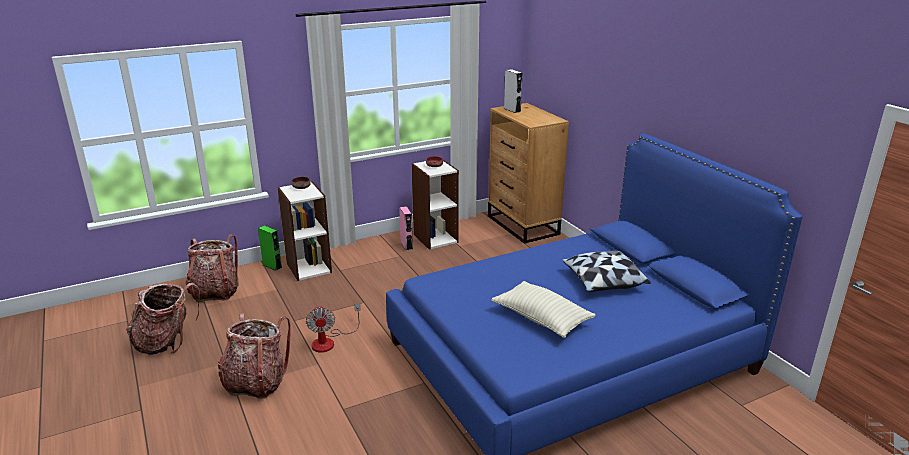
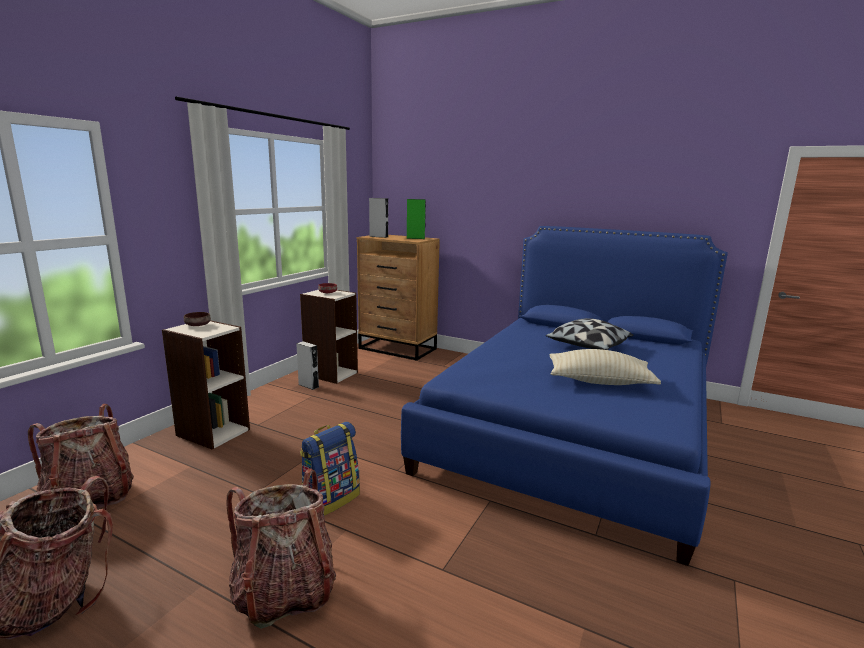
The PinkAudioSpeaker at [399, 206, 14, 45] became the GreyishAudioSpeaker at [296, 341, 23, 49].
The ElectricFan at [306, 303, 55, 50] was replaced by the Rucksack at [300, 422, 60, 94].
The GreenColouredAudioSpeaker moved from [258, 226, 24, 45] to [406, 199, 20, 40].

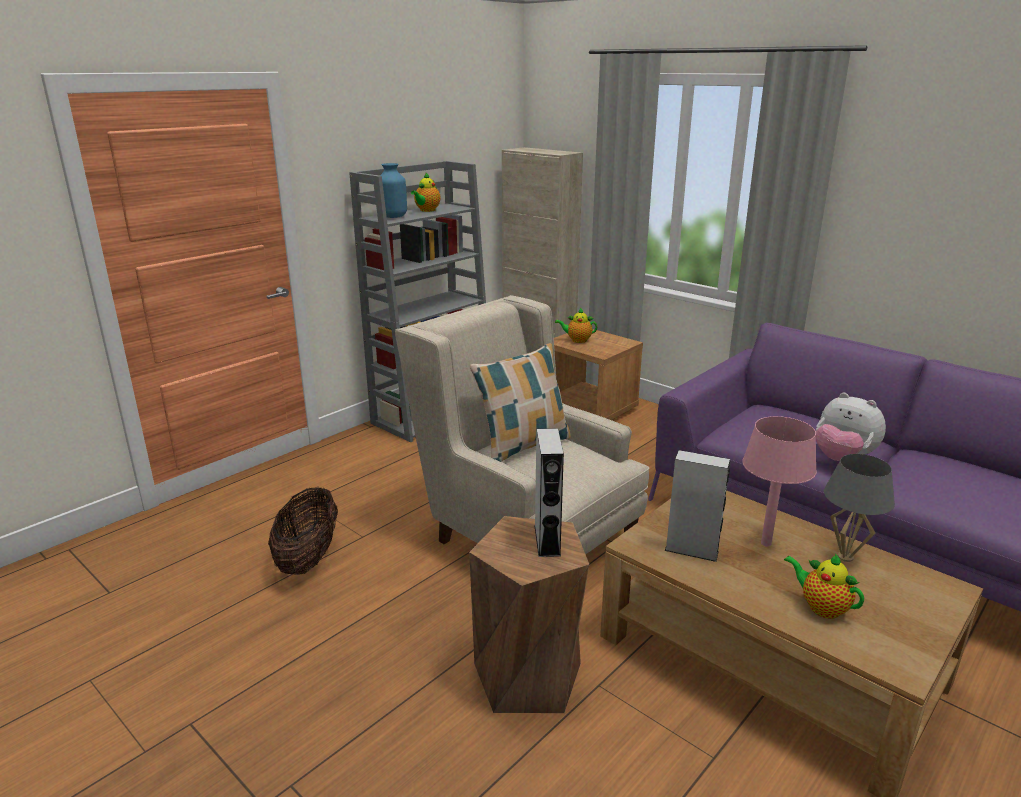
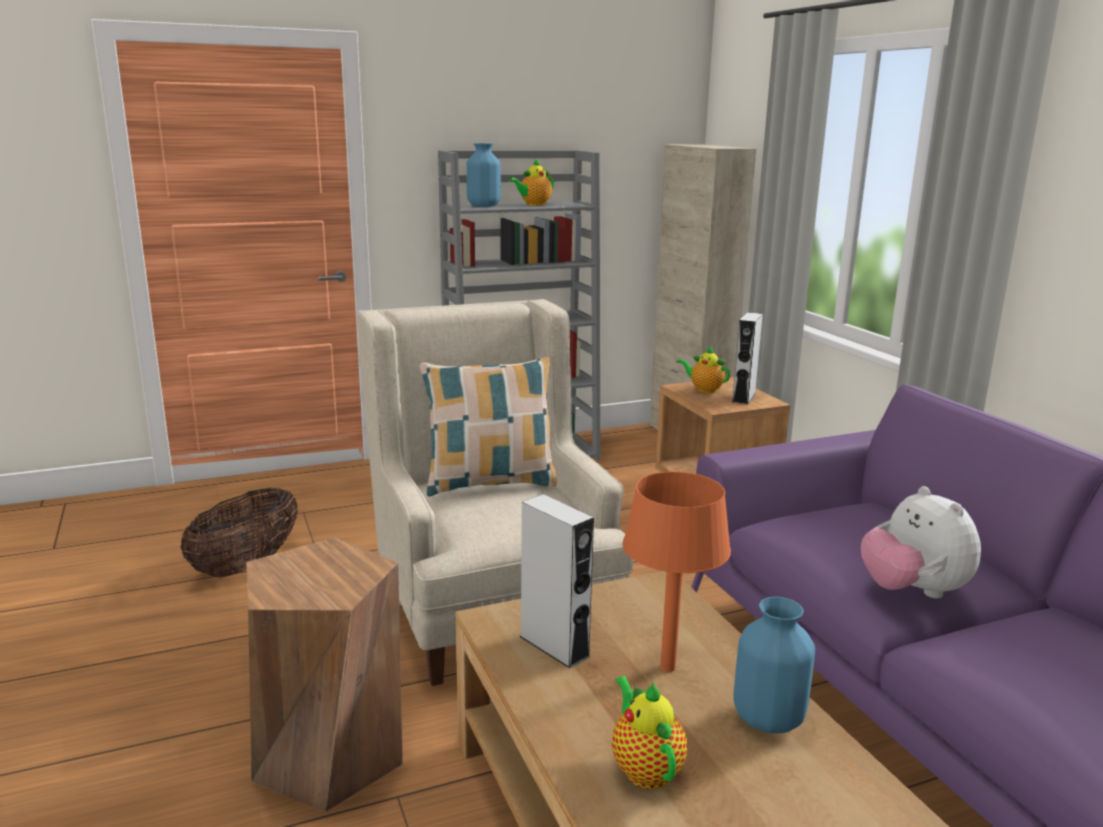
The PinkTableLamp at [742, 416, 75, 131] became the OrangeyTableLamp at [623, 472, 108, 200].
The GreyishAudioSpeaker moved from [534, 428, 30, 129] to [732, 312, 31, 92].
The GreyishTableLamp at [824, 454, 71, 108] was replaced by the BlueFlowerVase at [733, 597, 82, 136].

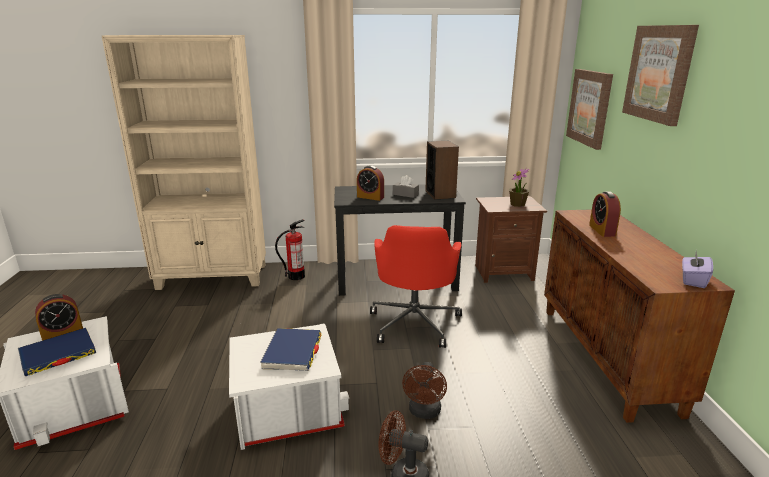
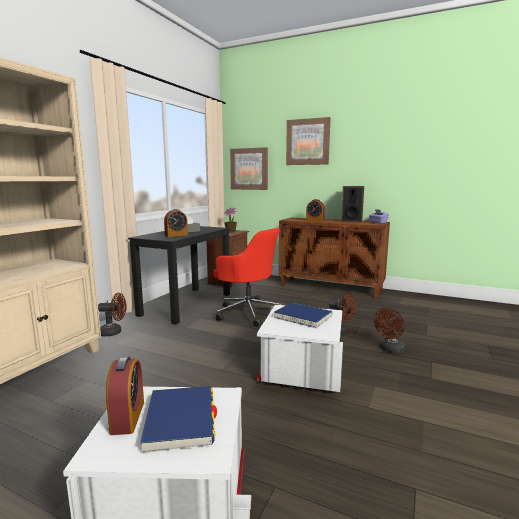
The FireFightingCylinder at [275, 219, 30, 61] was replaced by the BrownColouredElectricFan at [98, 293, 29, 43].
The AudioSpeaker moved from [425, 141, 34, 59] to [341, 186, 23, 36].

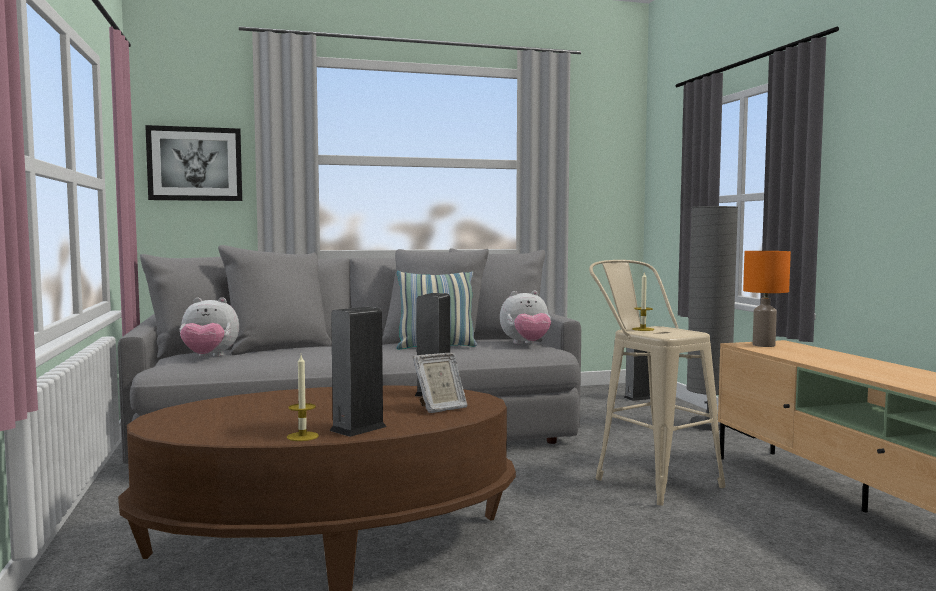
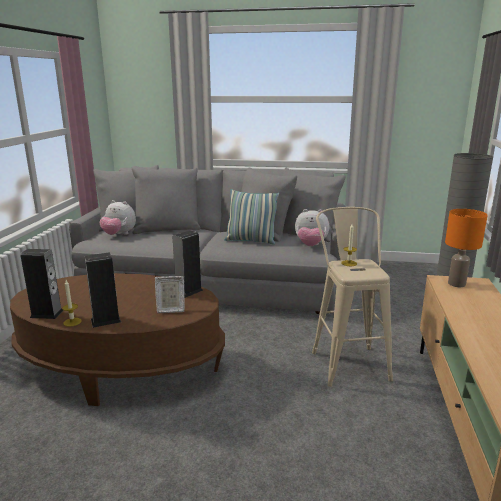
The AudioSpeaker moved from [624, 348, 26, 53] to [20, 249, 44, 70].
The WallArt at [145, 125, 97, 76] disappeared.

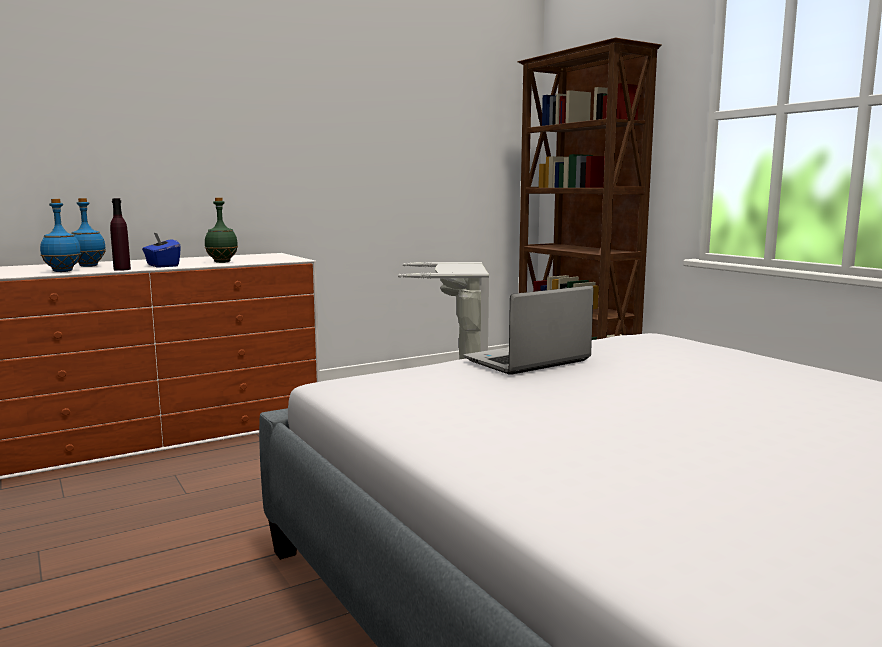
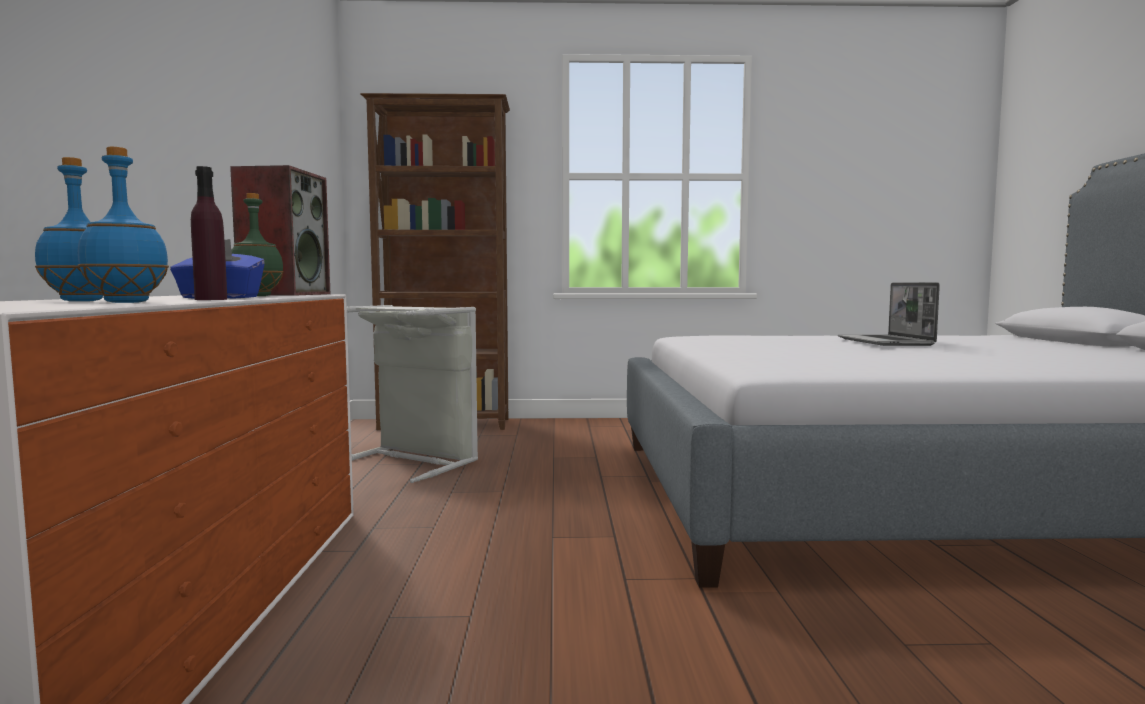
The AudioSpeaker at [230, 165, 100, 131] appeared.
The NotebookComputer moved from [463, 286, 131, 89] to [838, 283, 102, 63].

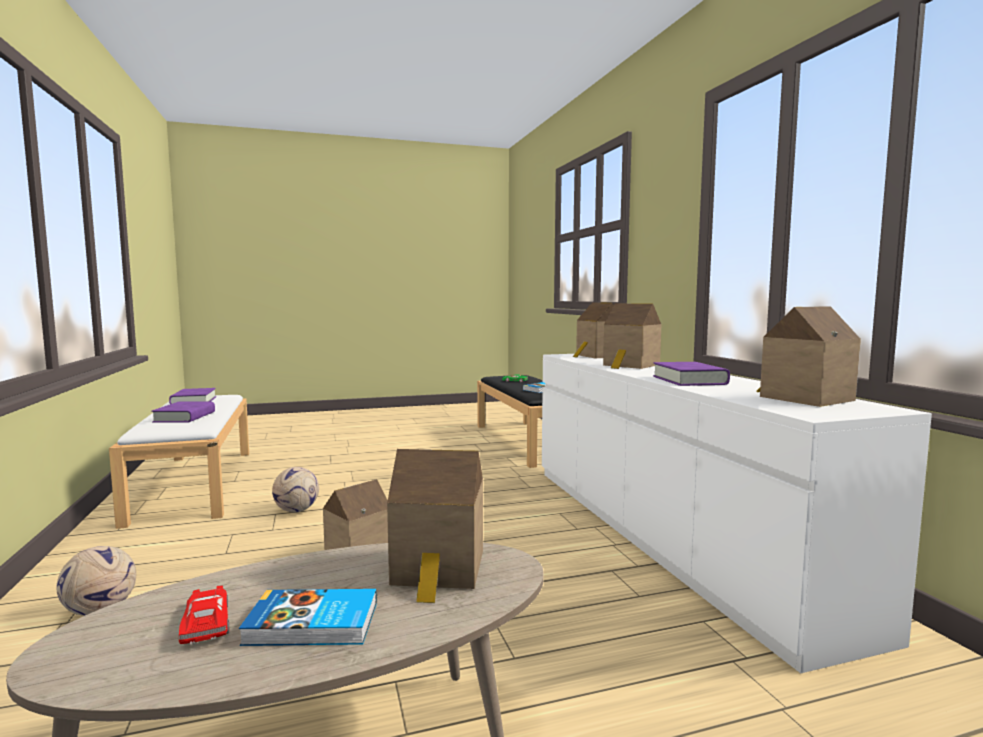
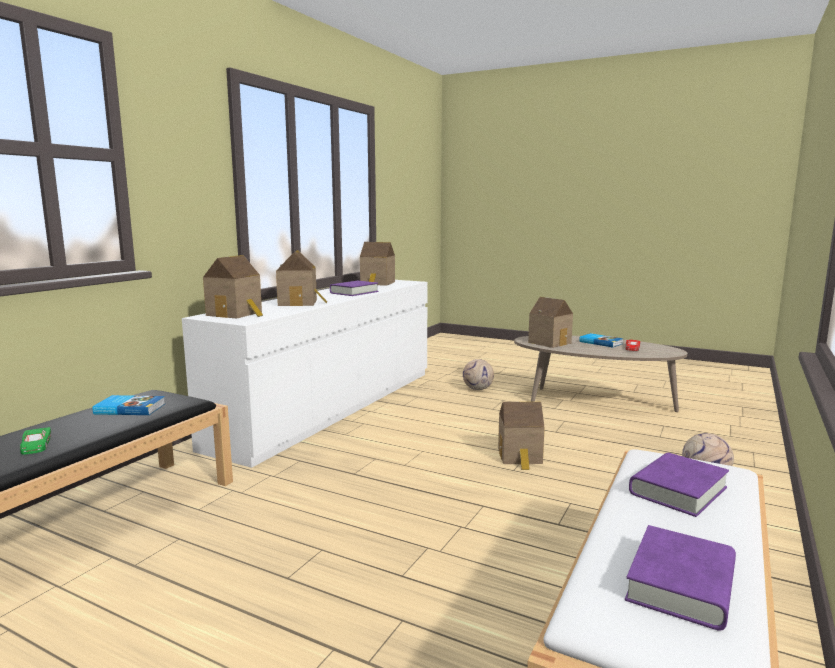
The Football moved from [272, 467, 47, 45] to [463, 359, 31, 31].

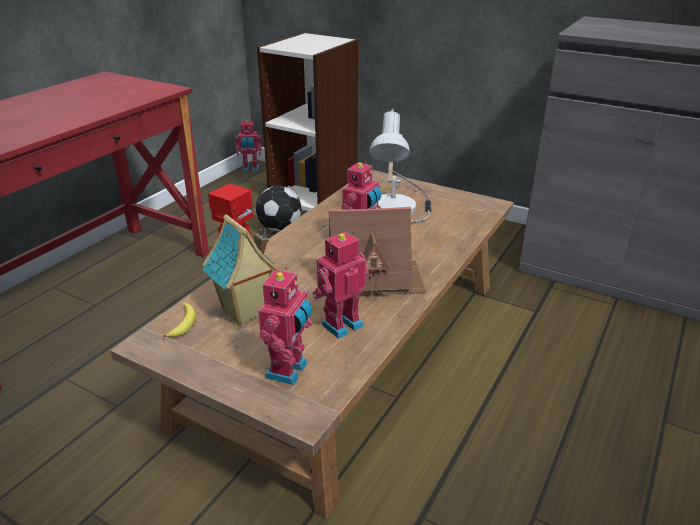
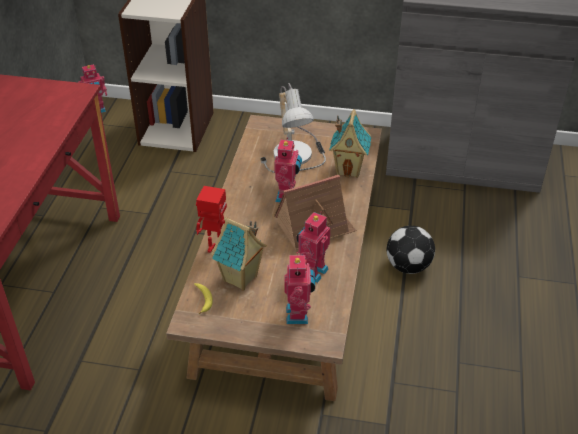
The MiniatureHouse at [329, 109, 42, 69] appeared.
The Football moved from [256, 186, 45, 45] to [386, 226, 49, 48].

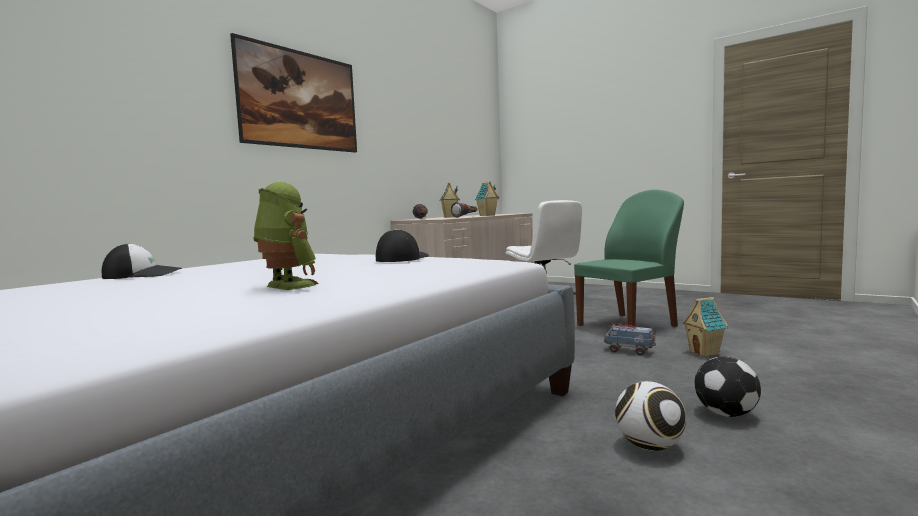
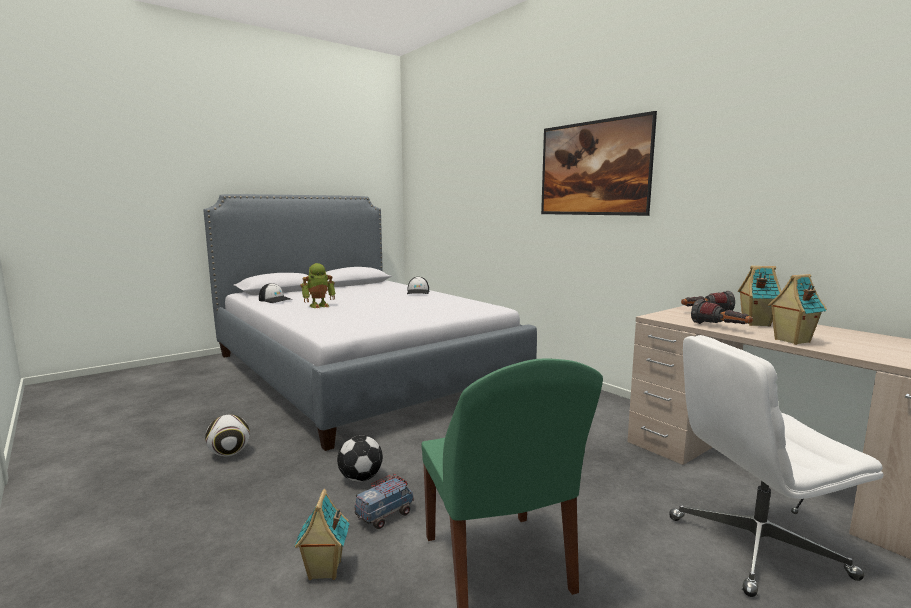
The PeakedCap moved from [376, 229, 53, 33] to [259, 283, 33, 20].
The Football moved from [694, 356, 67, 61] to [337, 435, 46, 47].

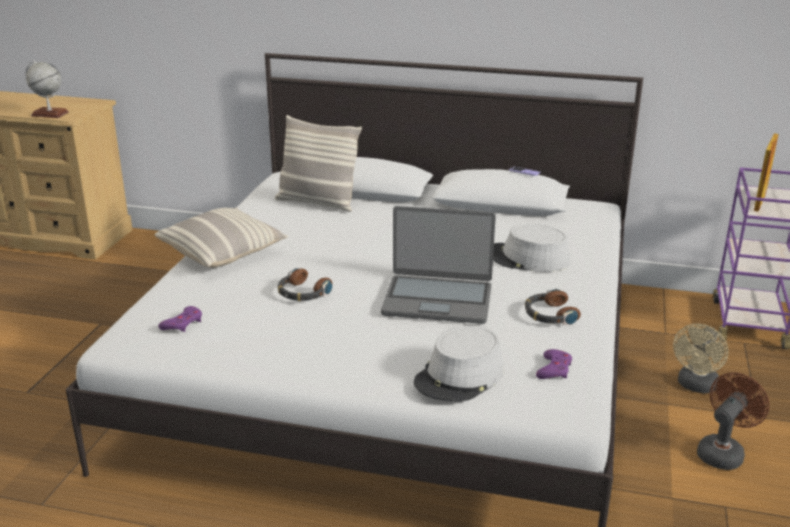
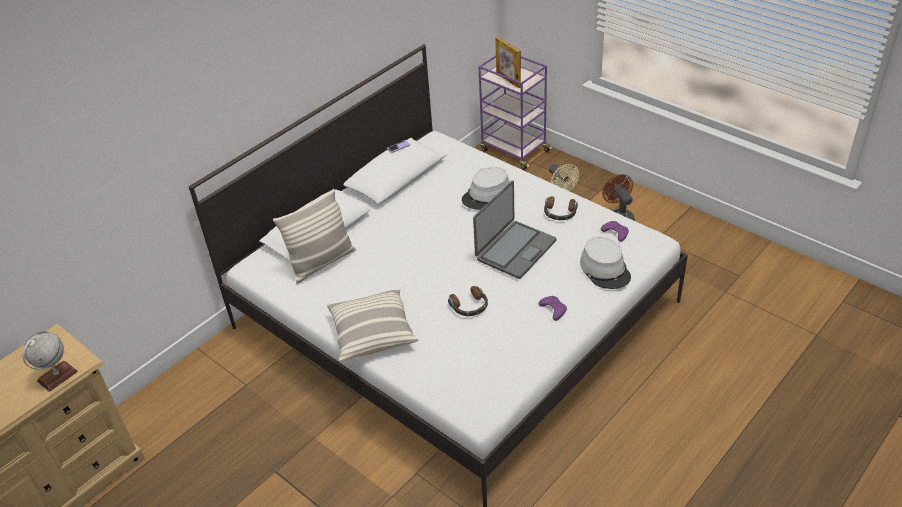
The PurpleColouredJoypad moved from [158, 306, 44, 26] to [538, 296, 29, 25].

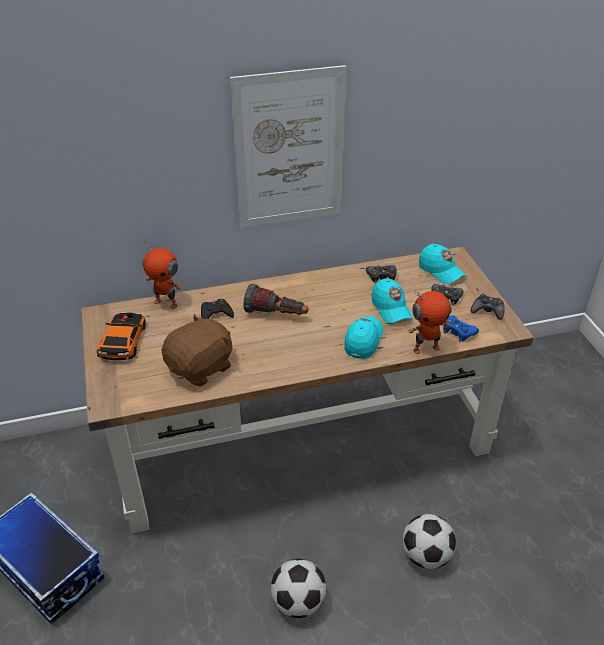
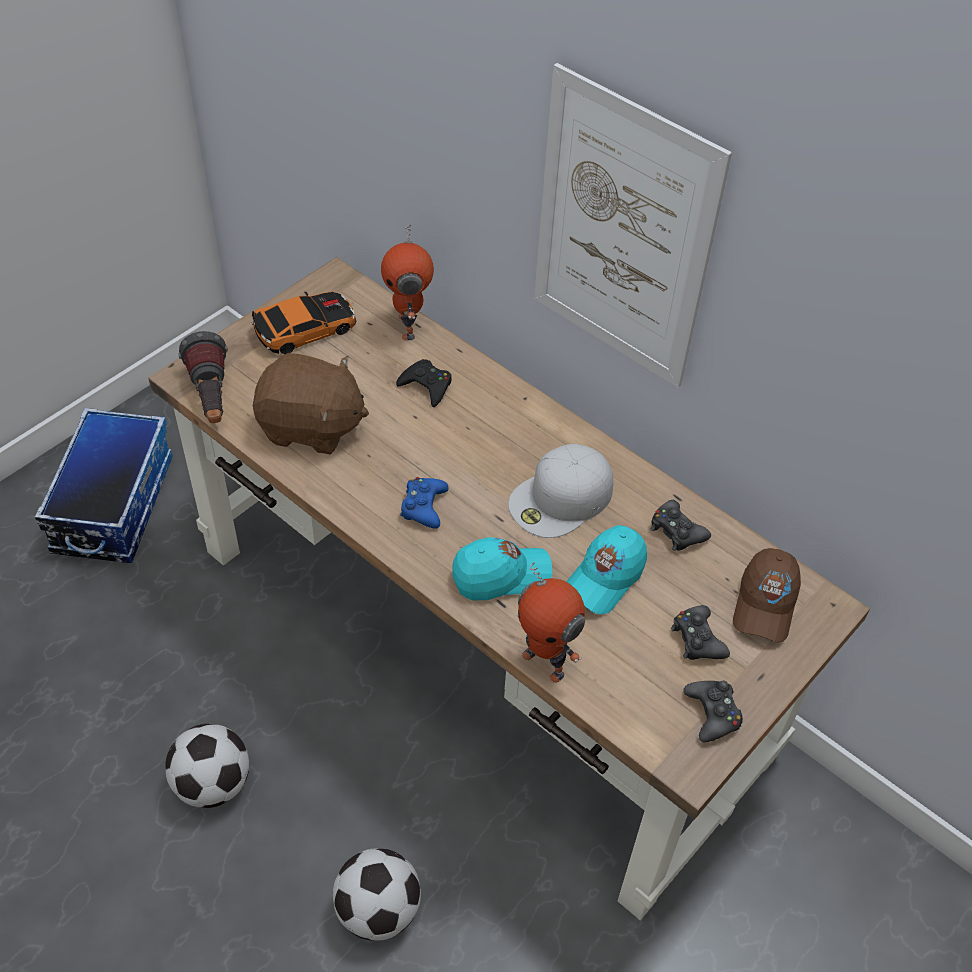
The Flashlight moved from [243, 284, 66, 31] to [179, 331, 49, 92].
The BlueJoypad moved from [443, 316, 36, 26] to [400, 477, 49, 52].
The WhitishPeakedCap at [508, 444, 105, 94] appeared.
The BlueGreenPeakedCap at [419, 244, 47, 40] became the BrownColouredPeakedCap at [733, 548, 68, 95].

